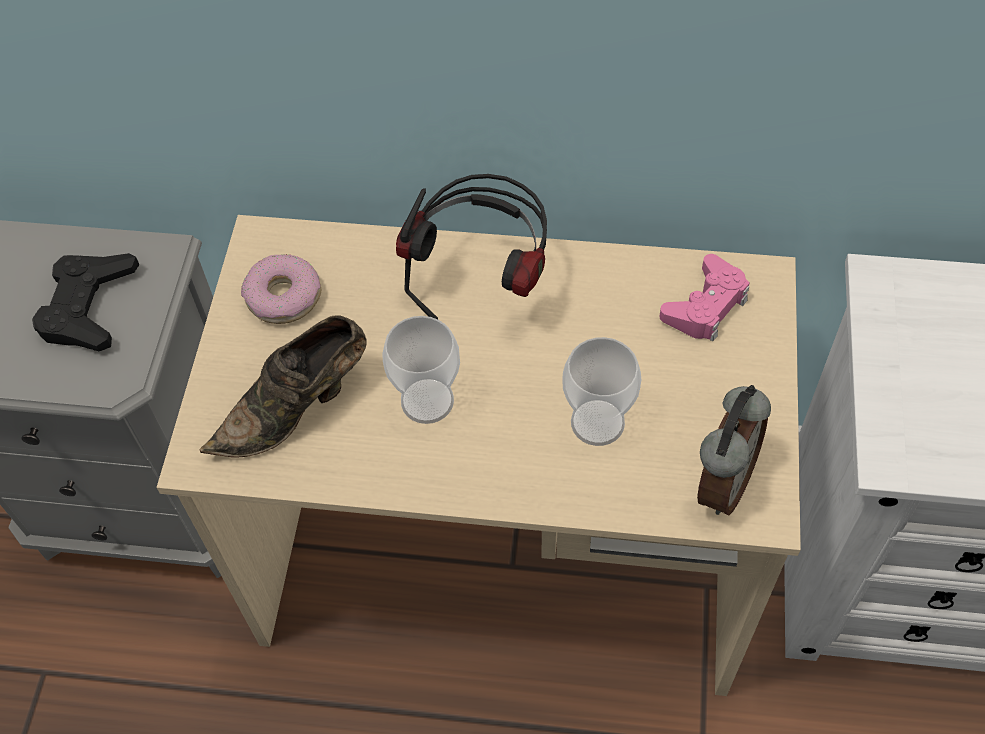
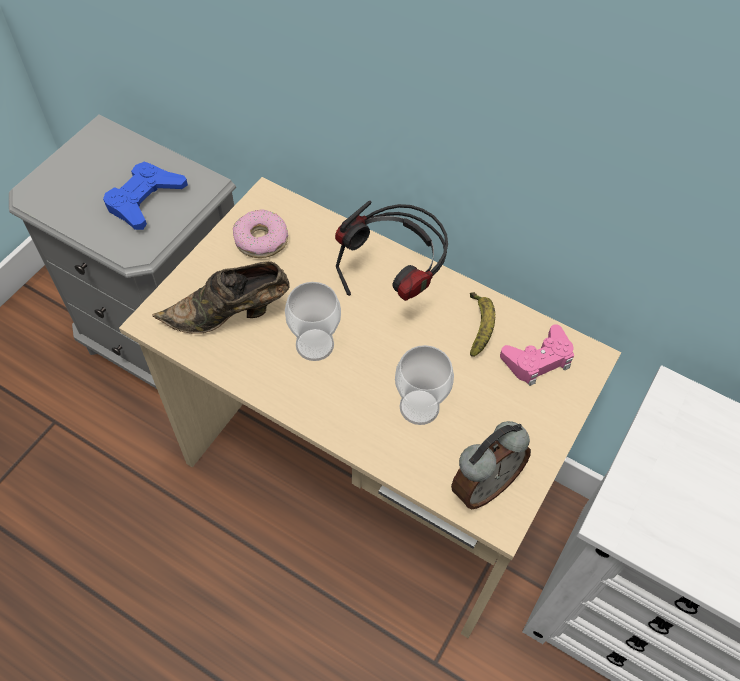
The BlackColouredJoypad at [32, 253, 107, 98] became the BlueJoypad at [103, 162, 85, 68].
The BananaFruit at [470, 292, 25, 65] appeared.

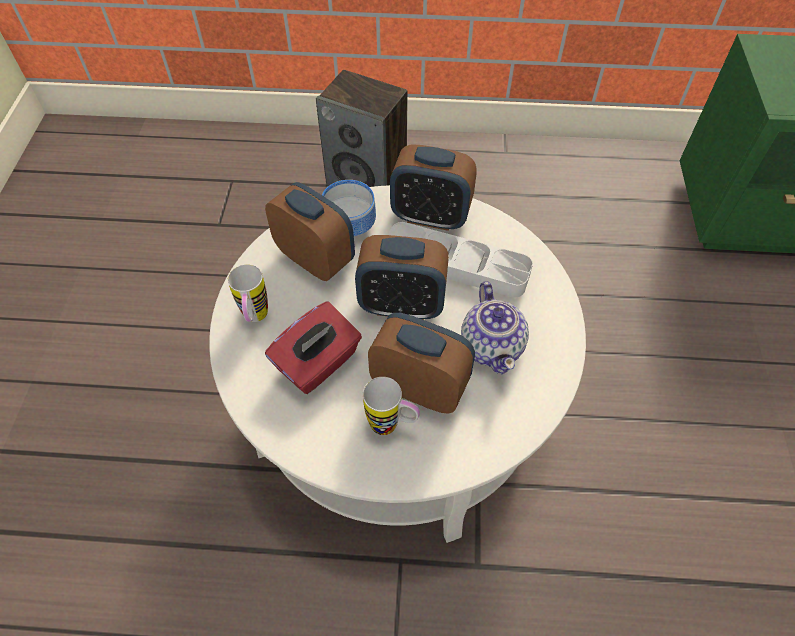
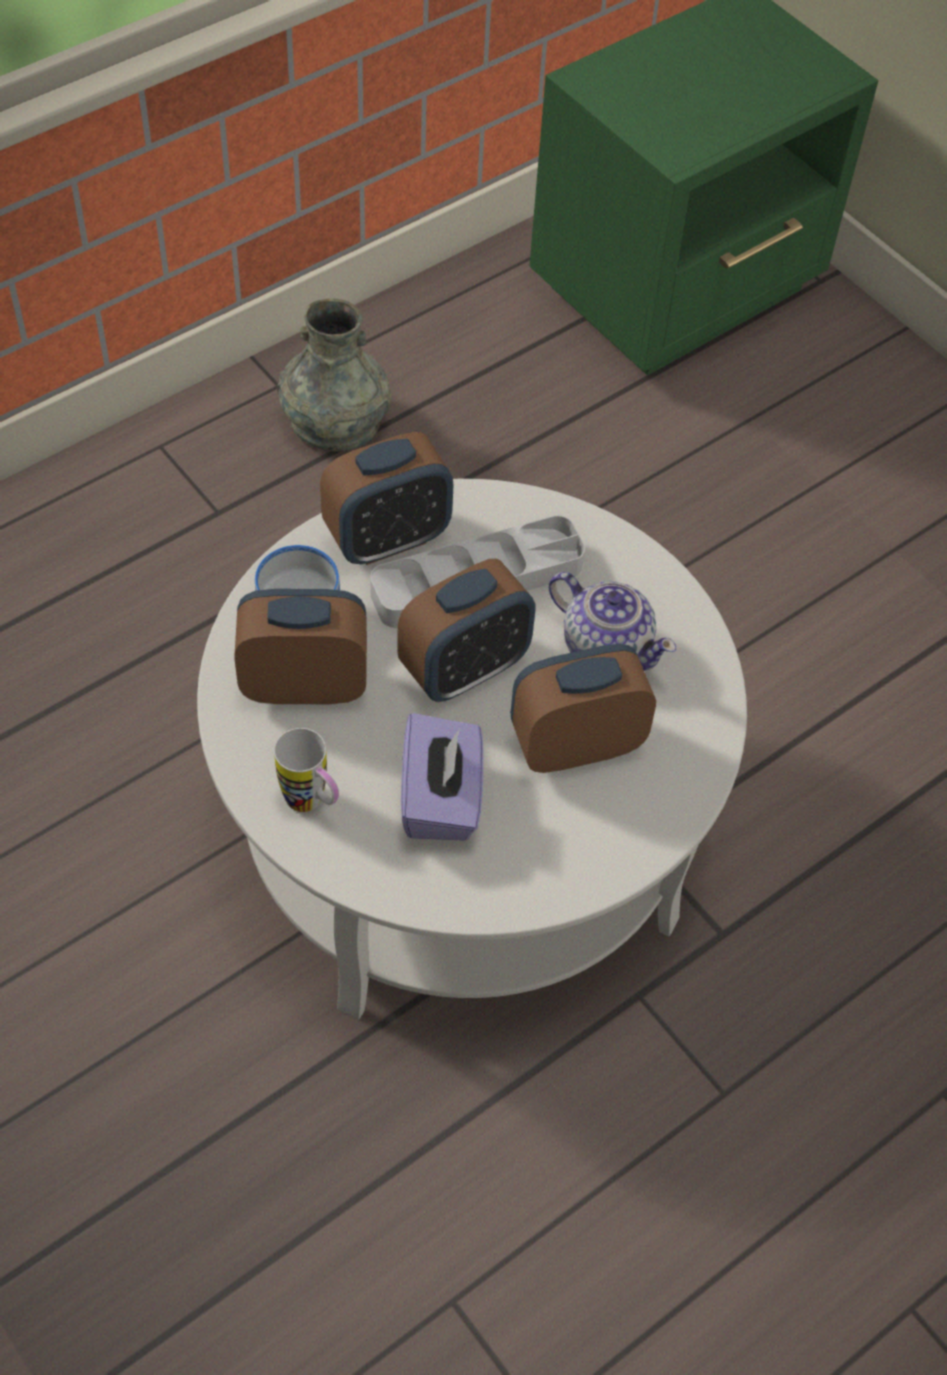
The GreyishFlowerVase at [277, 299, 114, 152] appeared.
The ReddishTissueHolder at [265, 301, 97, 93] became the PurpleColouredTissueHolder at [401, 713, 83, 128].
The AudioSpeaker at [316, 70, 92, 117] disappeared.
The Mug at [363, 377, 57, 58] disappeared.

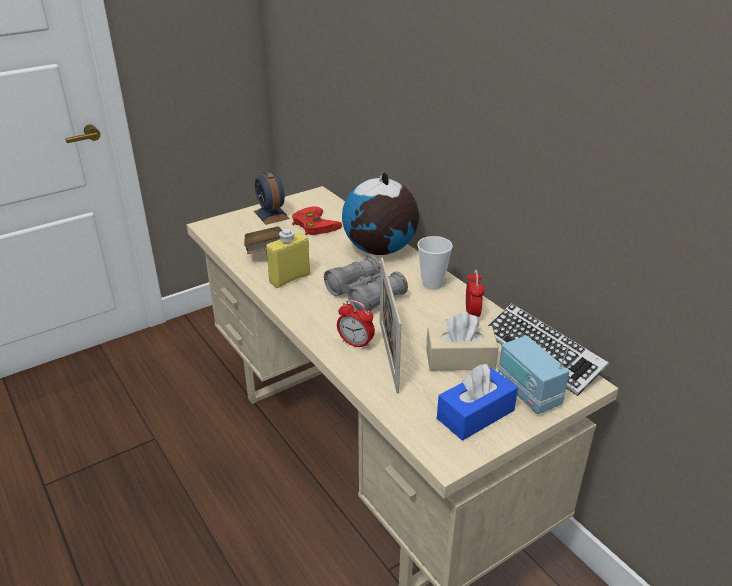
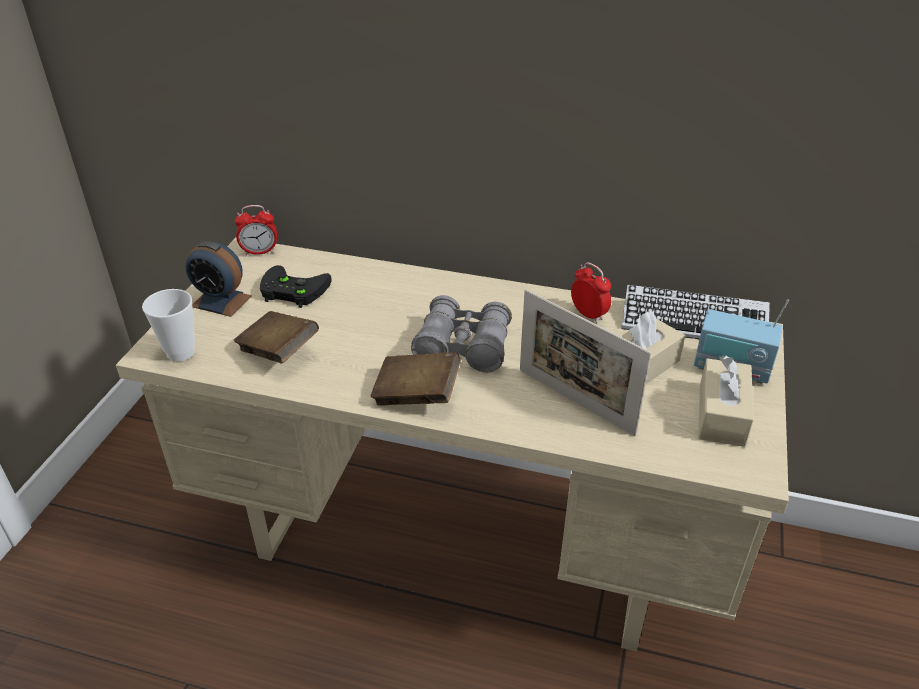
The Cup moved from [417, 236, 36, 54] to [142, 289, 53, 73].
The TableClock moved from [337, 300, 38, 50] to [234, 205, 43, 51].
The ReddishJoypad at [292, 207, 50, 28] became the BlackColouredJoypad at [260, 265, 72, 43].
The BrownColouredVolume at [371, 352, 90, 54] appeared.
The BlueTissueHolder at [437, 364, 81, 76] became the BeigeColouredTissueHolder at [698, 355, 56, 92].
The YellowishBeverageBottle at [266, 229, 44, 59] disappeared.
The Globe at [342, 172, 77, 83] disappeared.

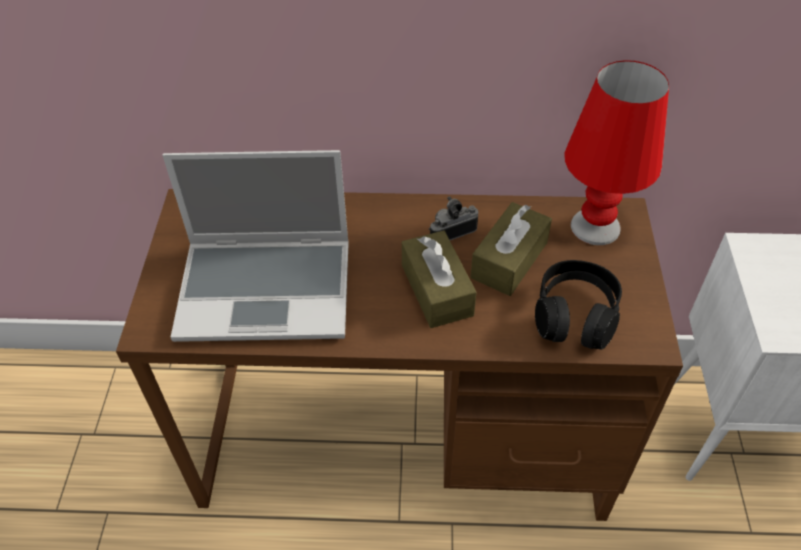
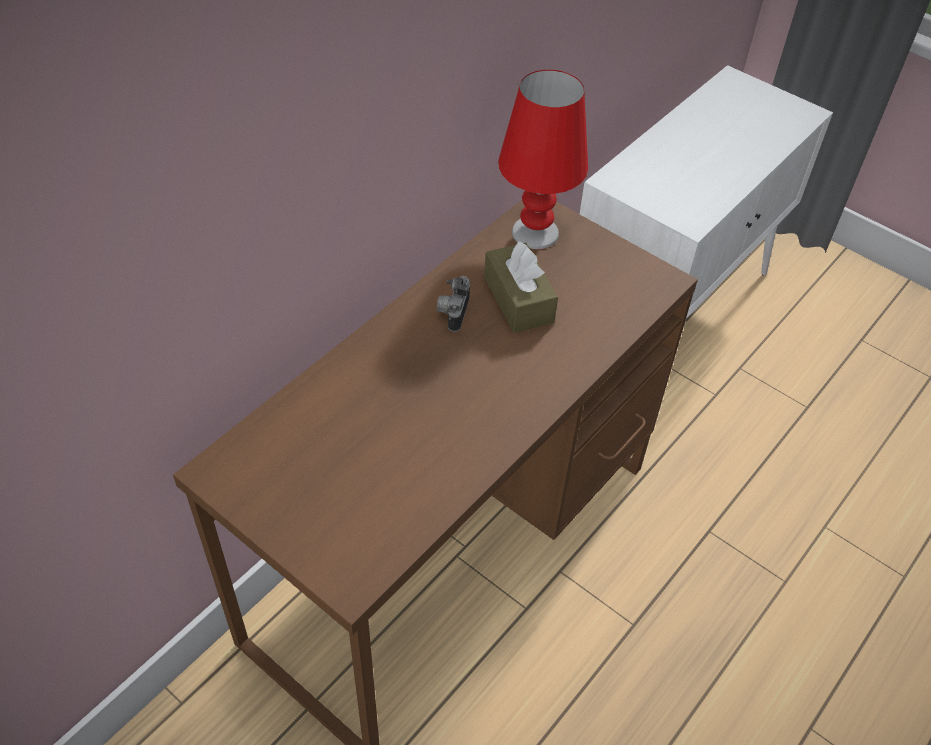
The NotebookComputer at [162, 150, 187, 192] disappeared.
The BrownColouredTissueHolder at [402, 230, 75, 98] disappeared.
The BlackColouredHeadset at [535, 260, 87, 89] disappeared.

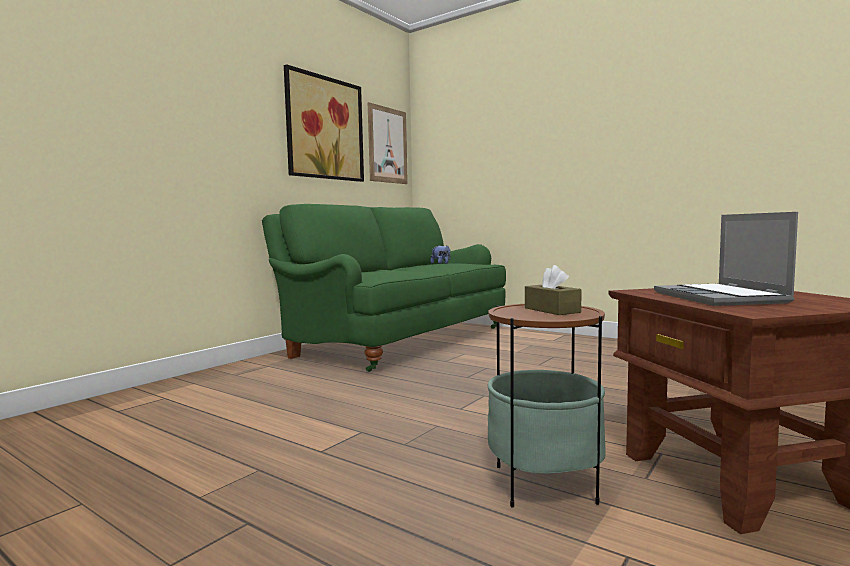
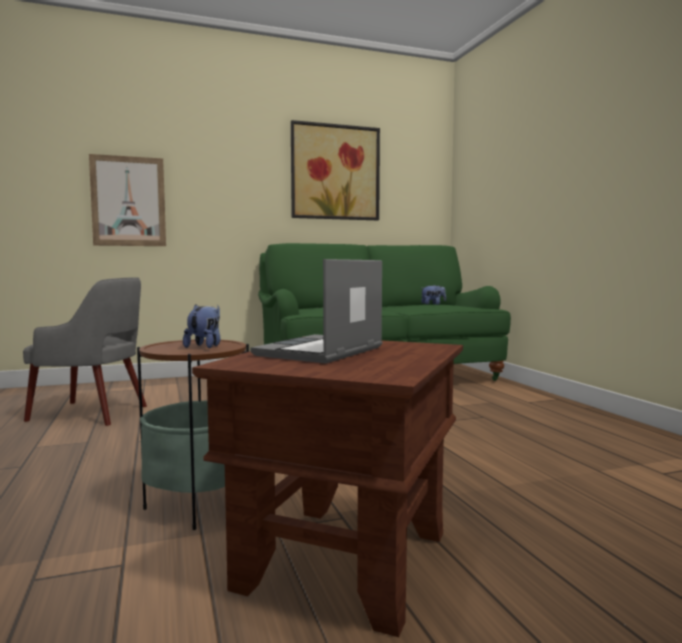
The GreyishArmchair at [23, 277, 124, 149] appeared.
The WallArt moved from [368, 102, 40, 82] to [89, 154, 77, 92].
The BrownColouredTissueHolder at [525, 265, 57, 50] was replaced by the CuddlyToy at [183, 304, 37, 44].

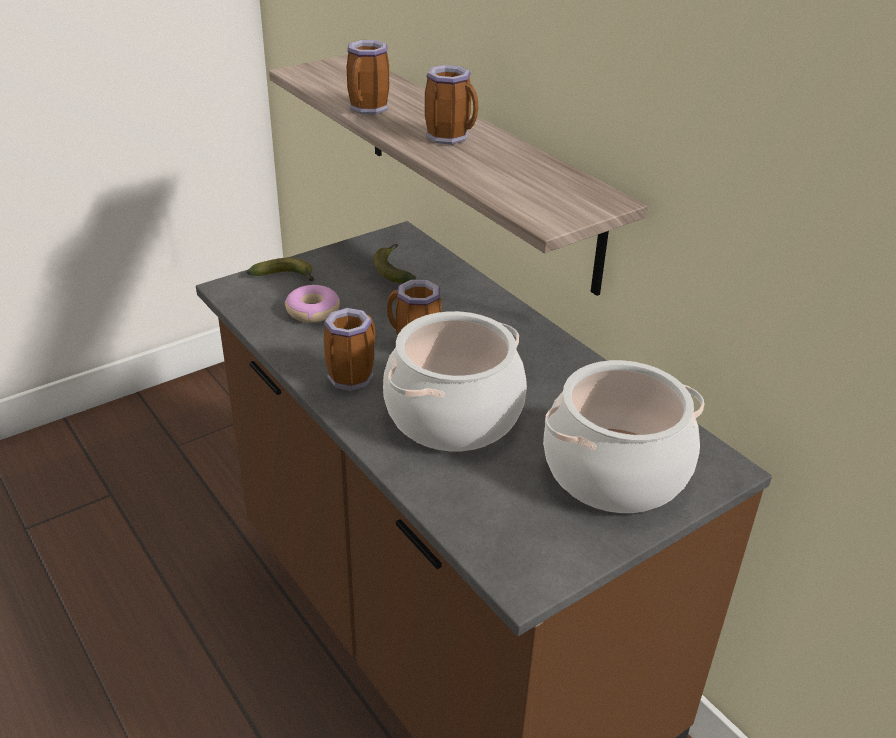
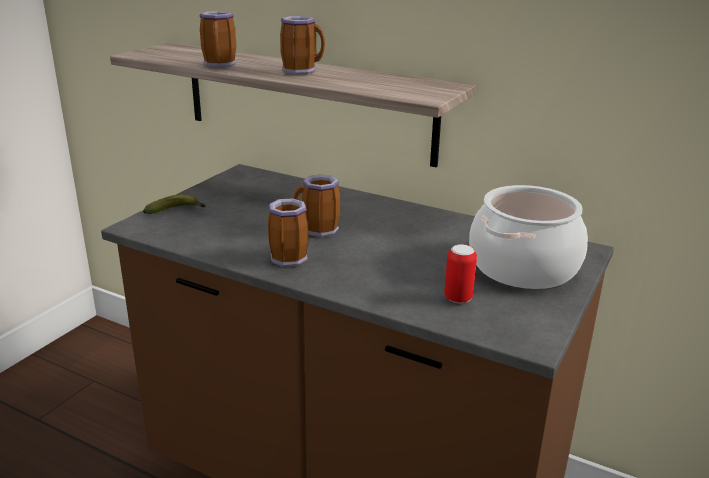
The Can at [444, 244, 33, 59] appeared.
The RingDoughnut at [285, 285, 55, 38] disappeared.
The BananaFruit at [373, 244, 43, 40] disappeared.
The Saucepot at [383, 311, 144, 140] disappeared.

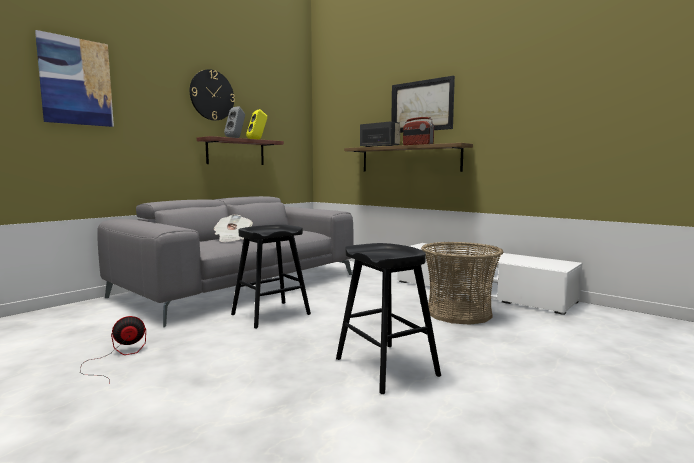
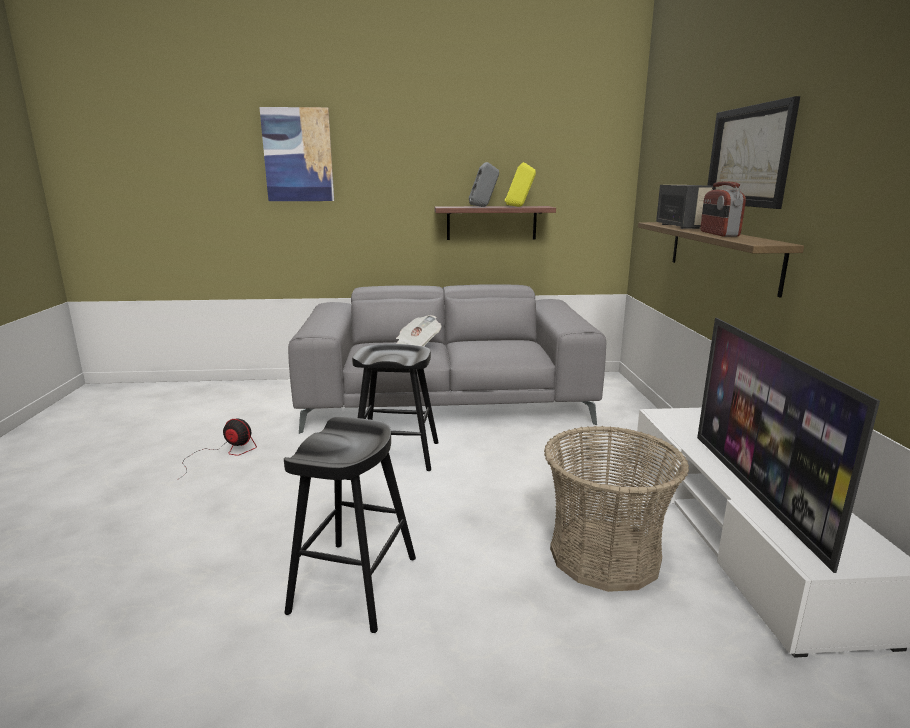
The Tv at [697, 318, 183, 255] appeared.
The WallClock at [190, 69, 45, 52] disappeared.

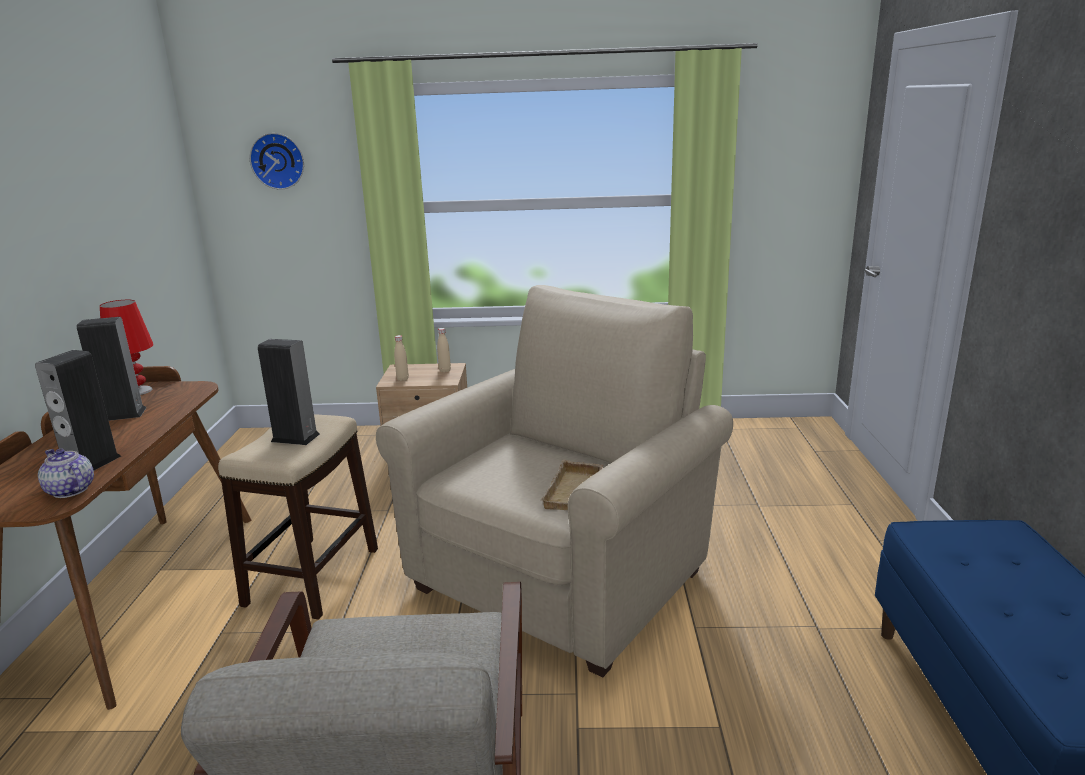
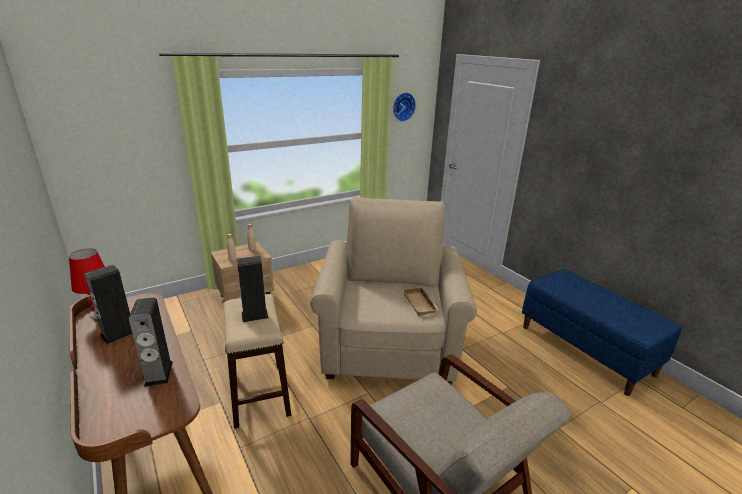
The WallClock moved from [250, 133, 54, 57] to [393, 92, 23, 30].
The TeaPot at [38, 449, 56, 49] disappeared.

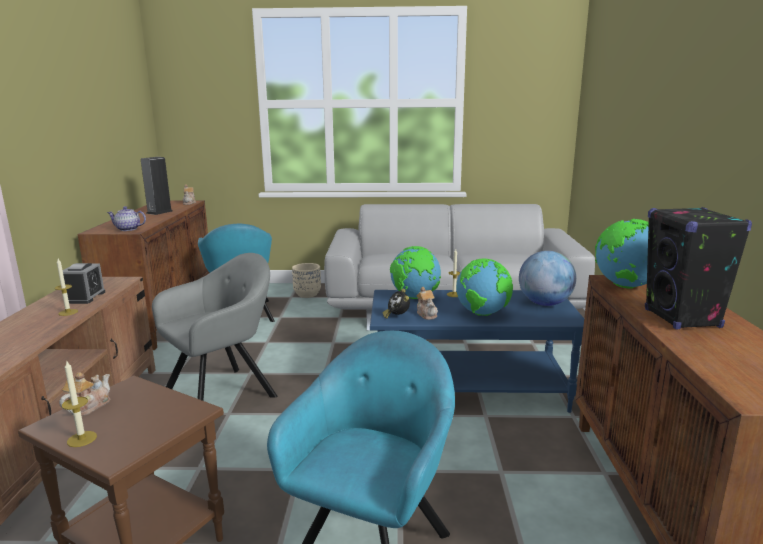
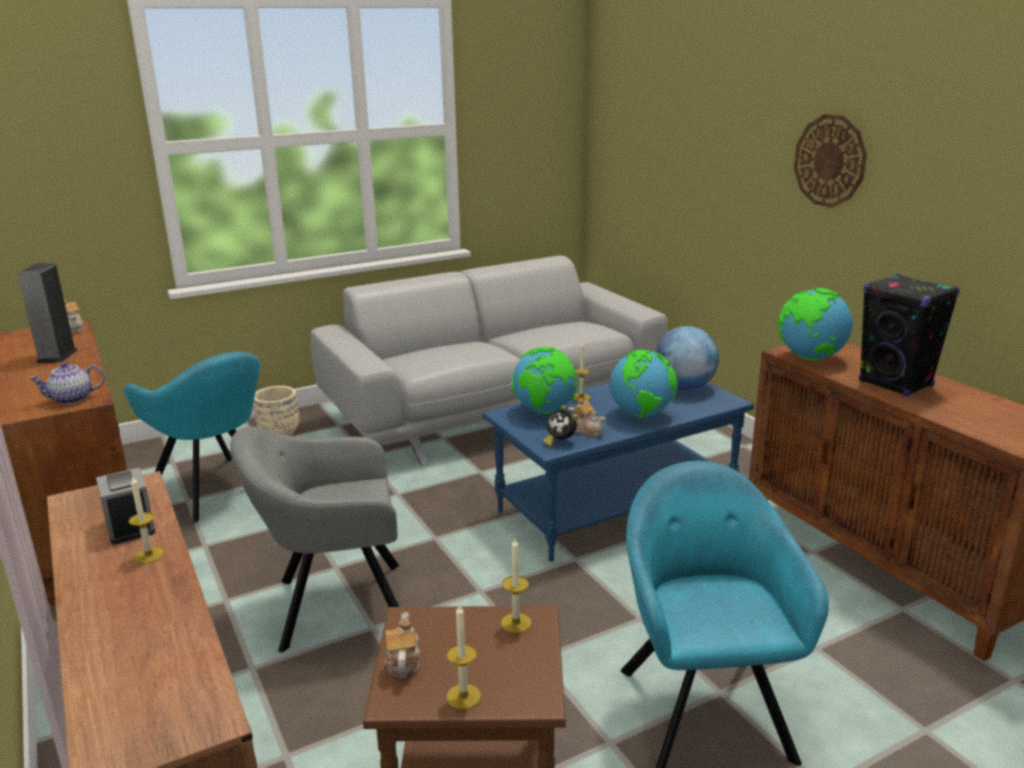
The GreyishArmchair at [152, 253, 125, 148] turned 120 degrees counterclockwise.
The WaxCandle at [501, 538, 30, 95] appeared.
The WallClock at [794, 114, 73, 94] appeared.

